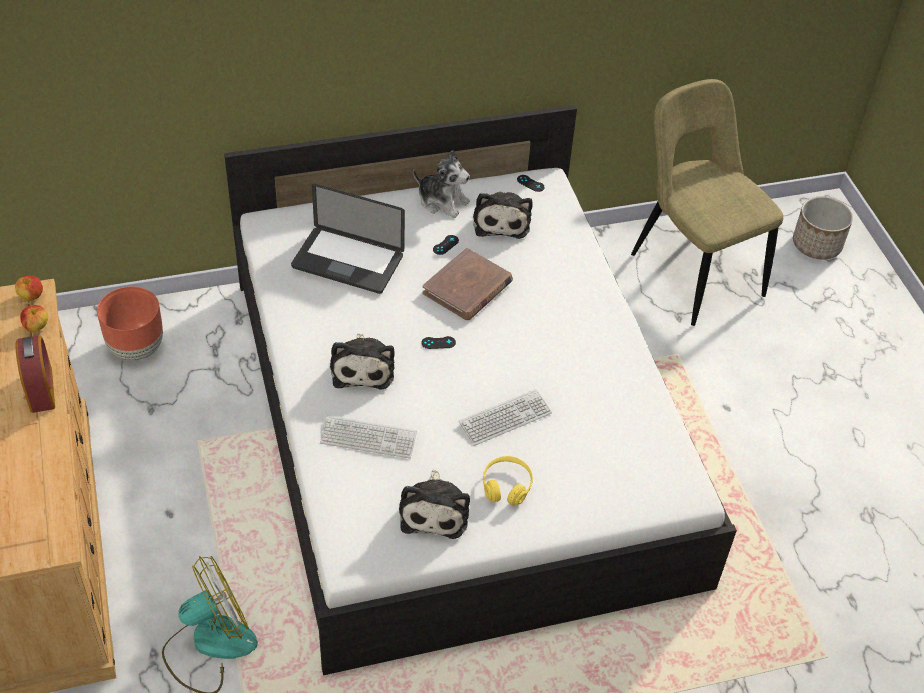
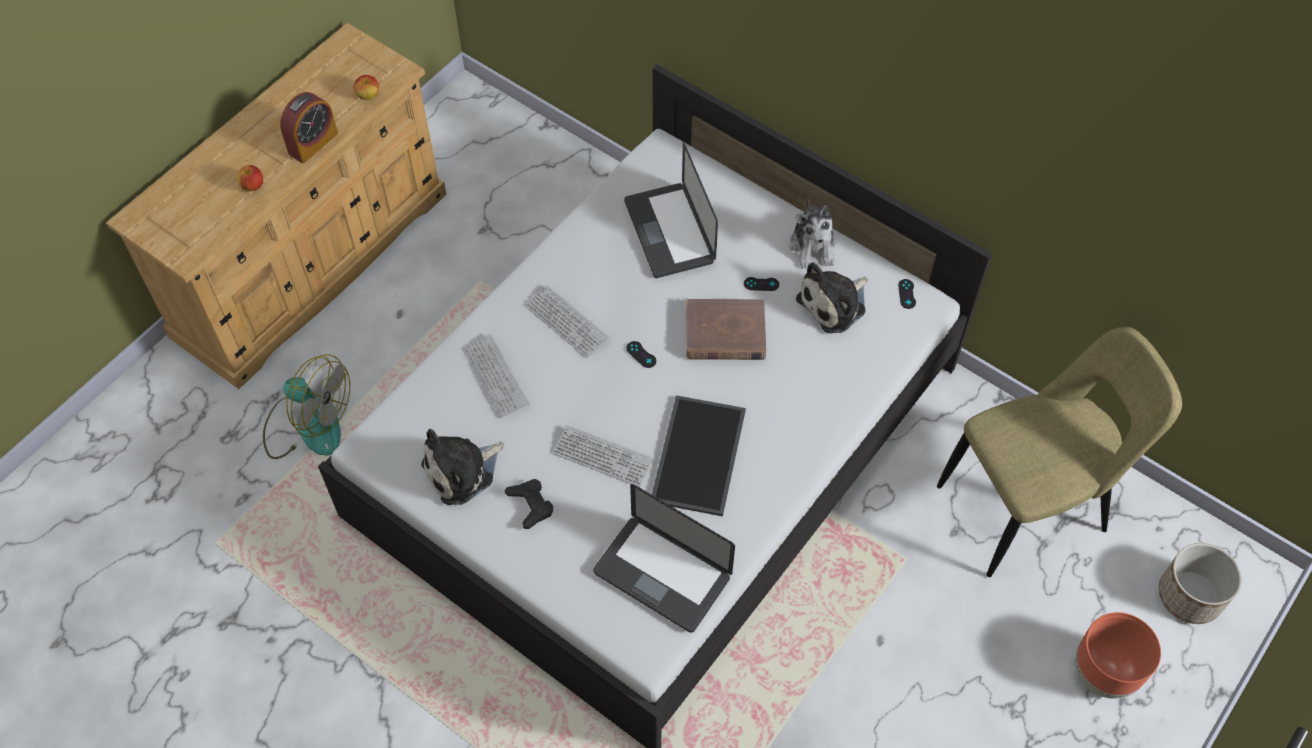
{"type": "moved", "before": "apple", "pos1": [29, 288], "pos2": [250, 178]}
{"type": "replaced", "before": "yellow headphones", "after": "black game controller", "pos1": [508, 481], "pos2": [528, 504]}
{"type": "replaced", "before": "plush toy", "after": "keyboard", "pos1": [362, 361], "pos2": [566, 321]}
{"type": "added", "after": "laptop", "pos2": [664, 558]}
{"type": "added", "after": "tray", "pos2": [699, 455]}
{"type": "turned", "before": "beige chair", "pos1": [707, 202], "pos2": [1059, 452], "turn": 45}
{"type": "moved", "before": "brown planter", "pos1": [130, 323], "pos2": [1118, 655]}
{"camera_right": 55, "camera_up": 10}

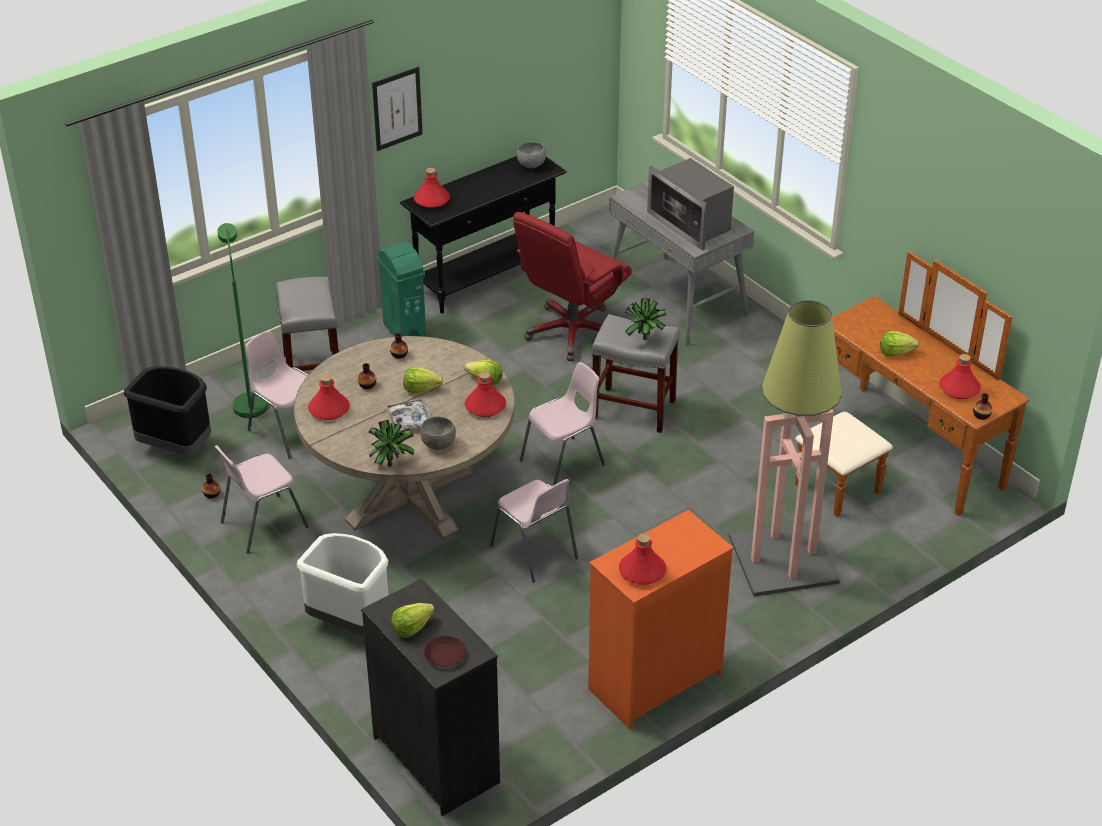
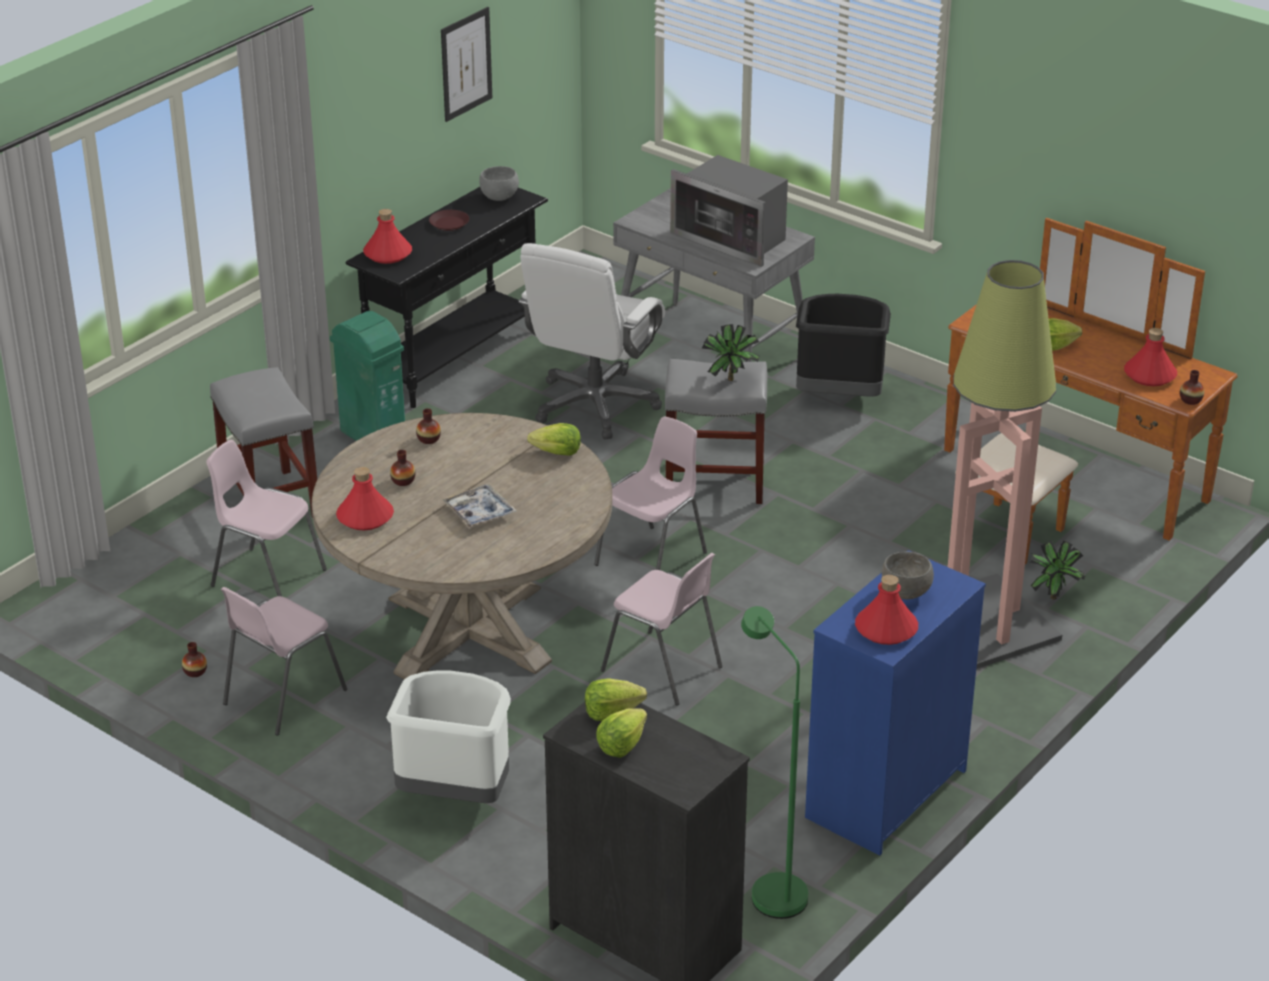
{"type": "moved", "before": "brown plate", "pos1": [445, 651], "pos2": [449, 220]}
{"type": "moved", "before": "picture", "pos1": [397, 109], "pos2": [466, 64]}
{"type": "recoloured", "before": "red office chair", "after": "white office chair", "pos1": [572, 286], "pos2": [591, 341]}
{"type": "moved", "before": "lettuce", "pos1": [423, 380], "pos2": [616, 699]}
{"type": "moved", "before": "green floor lamp", "pos1": [242, 320], "pos2": [774, 762]}
{"type": "moved", "before": "black trash can", "pos1": [167, 411], "pos2": [843, 345]}
{"type": "recoloured", "before": "orange dresser", "after": "blue dresser", "pos1": [661, 620], "pos2": [895, 703]}
{"type": "moved", "before": "grey bowl", "pos1": [438, 433], "pos2": [908, 575]}
{"type": "moved", "before": "potted plant", "pos1": [391, 443], "pos2": [1057, 569]}
{"type": "removed", "before": "red bottle", "pos1": [485, 394]}
{"camera_right": -15, "camera_up": -5}

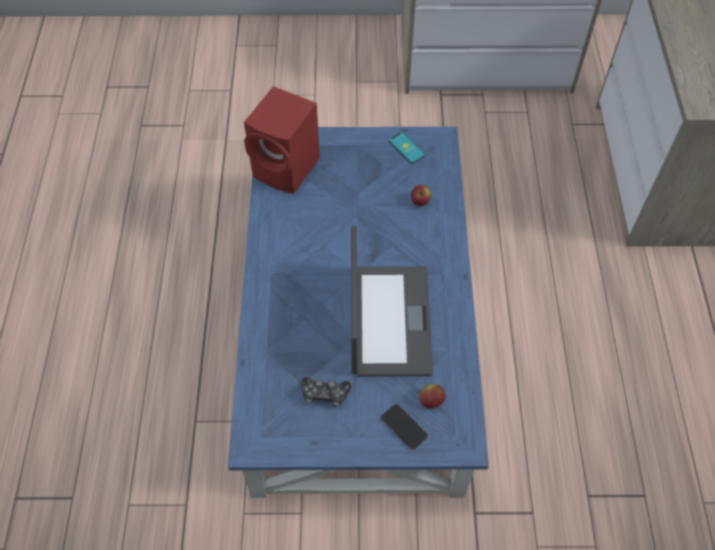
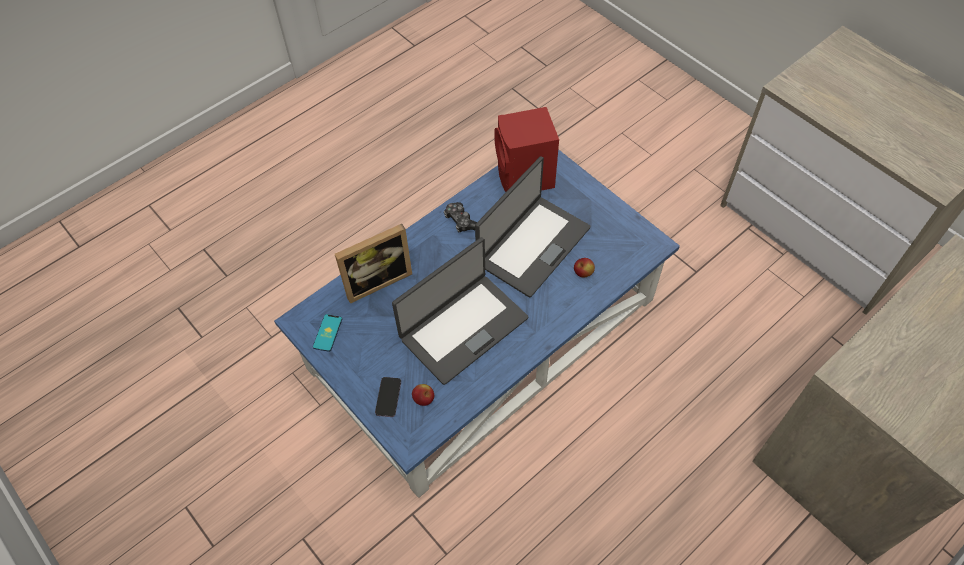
{"type": "moved", "before": "phone", "pos1": [407, 148], "pos2": [327, 333]}
{"type": "added", "after": "picture frame", "pos2": [373, 264]}
{"type": "moved", "before": "game controller", "pos1": [326, 392], "pos2": [460, 217]}
{"type": "added", "after": "laptop", "pos2": [533, 227]}
{"camera_right": 50, "camera_up": 0}

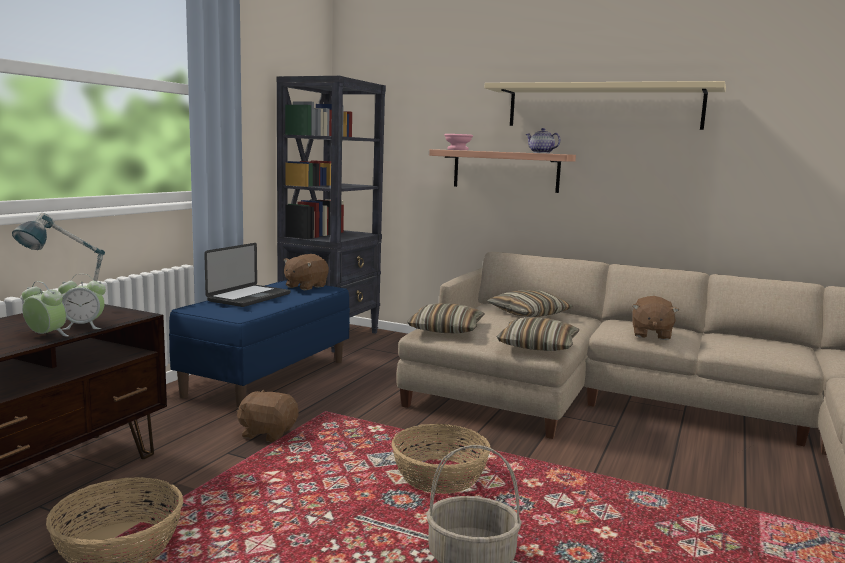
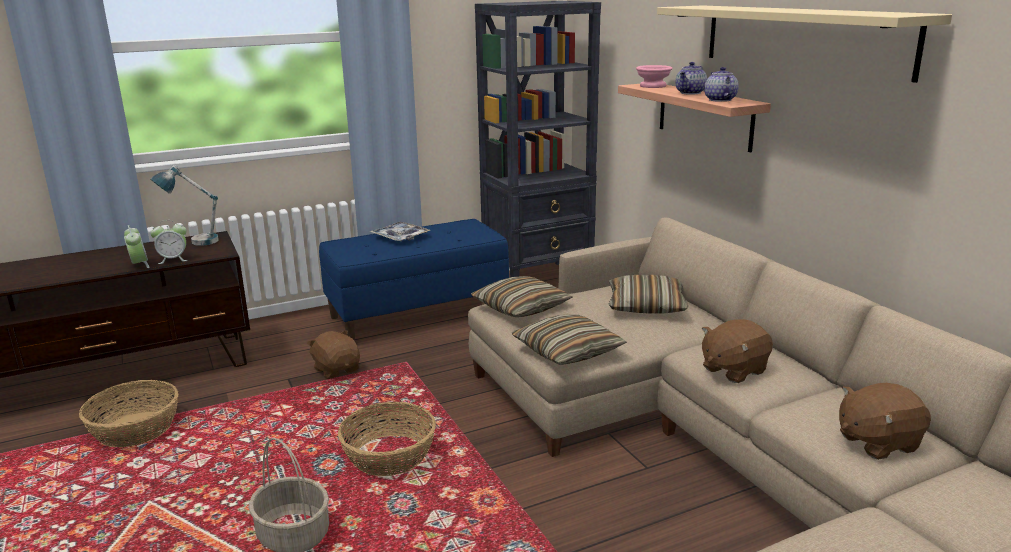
{"type": "turned", "before": "alarm clock", "pos1": [82, 302], "pos2": [169, 242], "turn": -45}
{"type": "replaced", "before": "laptop", "after": "tray", "pos1": [247, 275], "pos2": [400, 231]}
{"type": "added", "after": "teapot", "pos2": [691, 78]}
{"type": "moved", "before": "brown plush toy", "pos1": [306, 272], "pos2": [885, 421]}
{"camera_right": 40, "camera_up": 10}

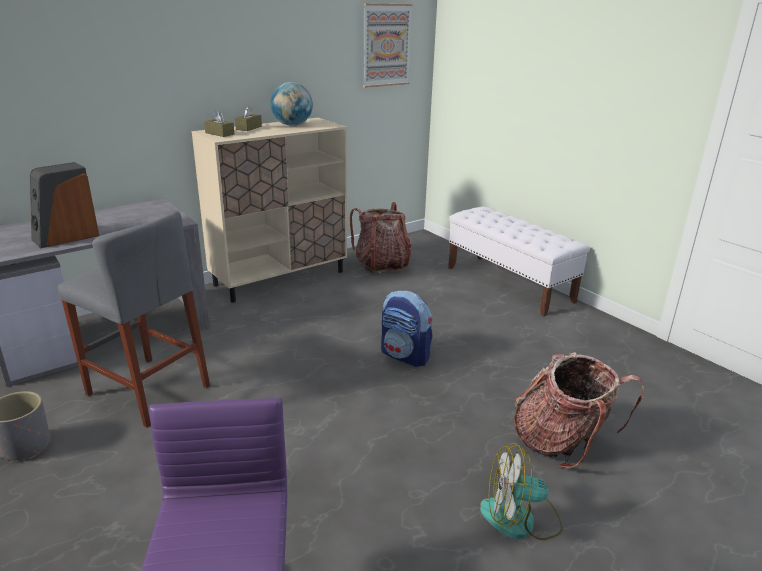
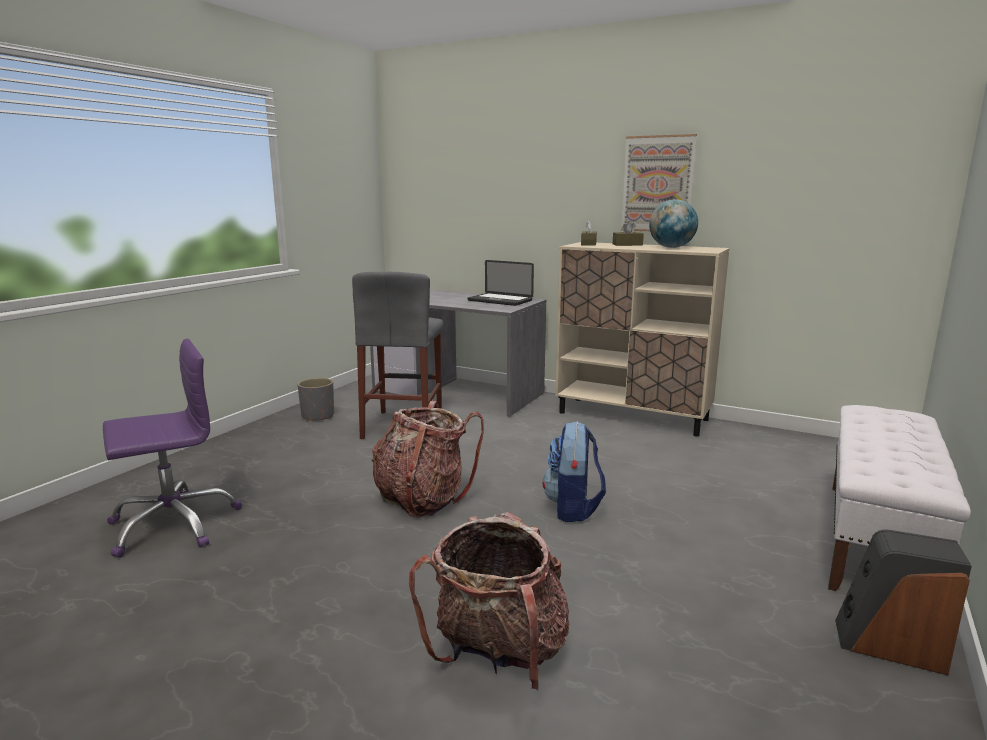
{"type": "moved", "before": "backpack", "pos1": [380, 238], "pos2": [427, 459]}
{"type": "added", "after": "laptop", "pos2": [501, 283]}
{"type": "moved", "before": "picture", "pos1": [387, 45], "pos2": [659, 182]}
{"type": "moved", "before": "speaker", "pos1": [65, 205], "pos2": [903, 602]}
{"type": "removed", "before": "fan", "pos1": [521, 491]}
{"camera_right": 65, "camera_up": -10}

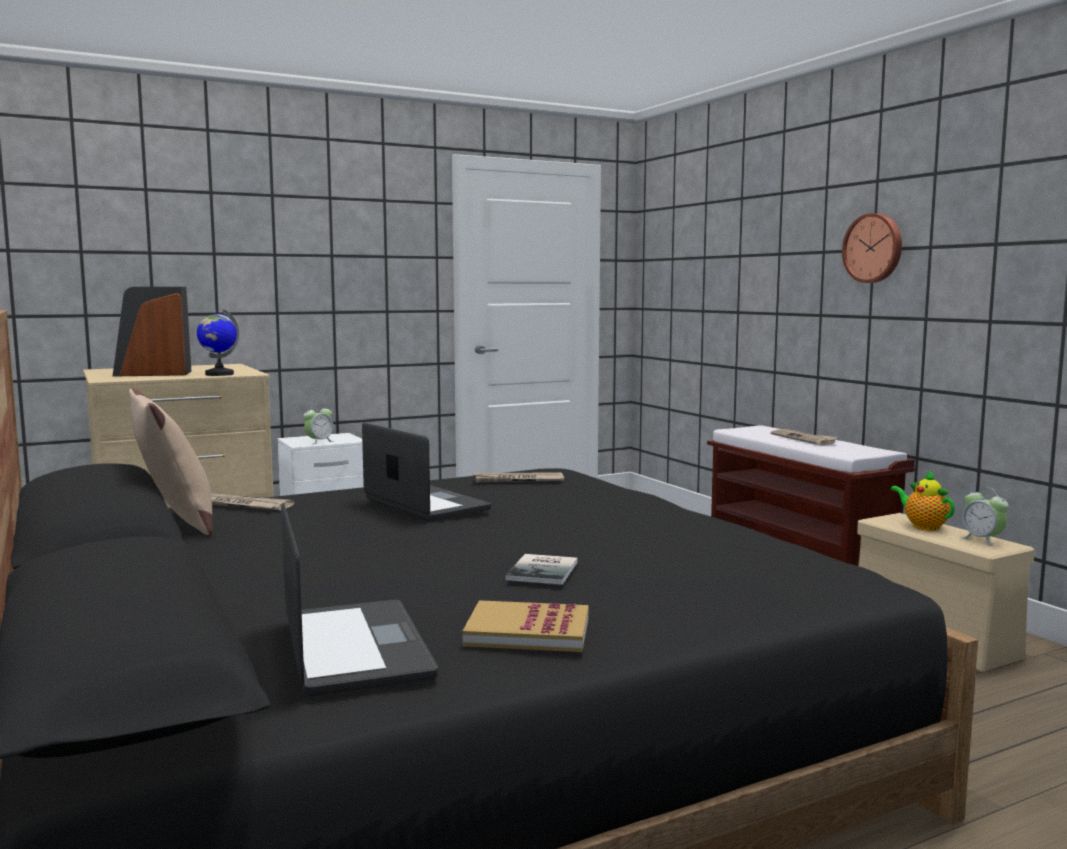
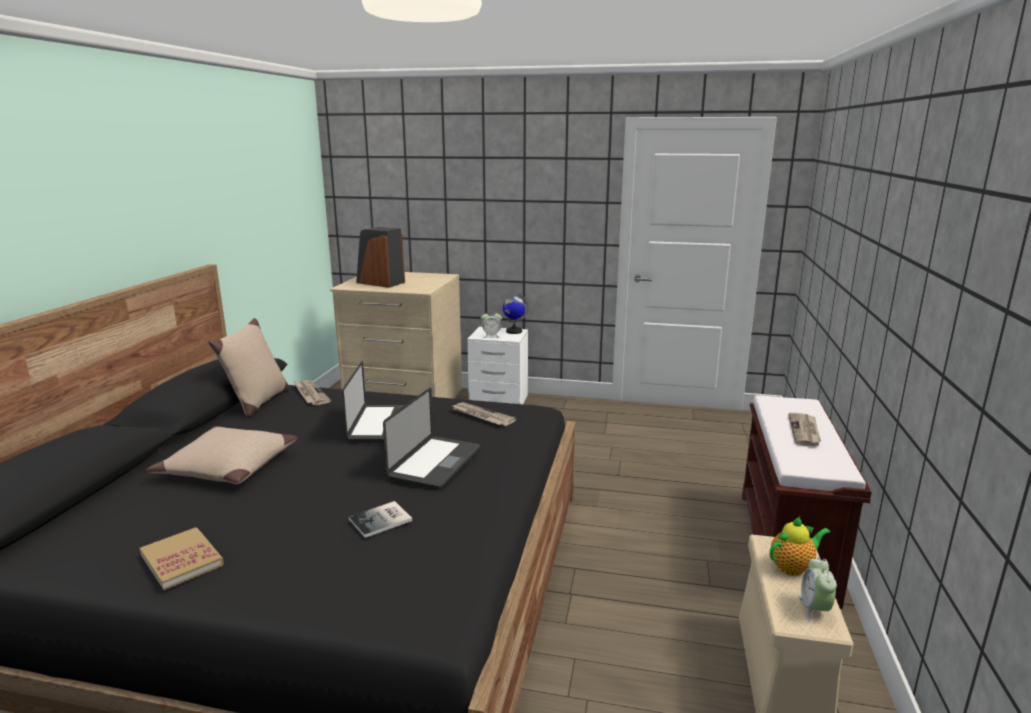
{"type": "added", "after": "beige pillow", "pos2": [222, 455]}
{"type": "moved", "before": "book", "pos1": [541, 569], "pos2": [380, 519]}
{"type": "moved", "before": "laptop", "pos1": [359, 599], "pos2": [431, 438]}
{"type": "moved", "before": "globe", "pos1": [218, 342], "pos2": [516, 314]}
{"type": "turned", "before": "teapot", "pos1": [923, 501], "pos2": [800, 546], "turn": 60}
{"type": "removed", "before": "wall clock", "pos1": [872, 248]}
{"camera_right": 40, "camera_up": 10}

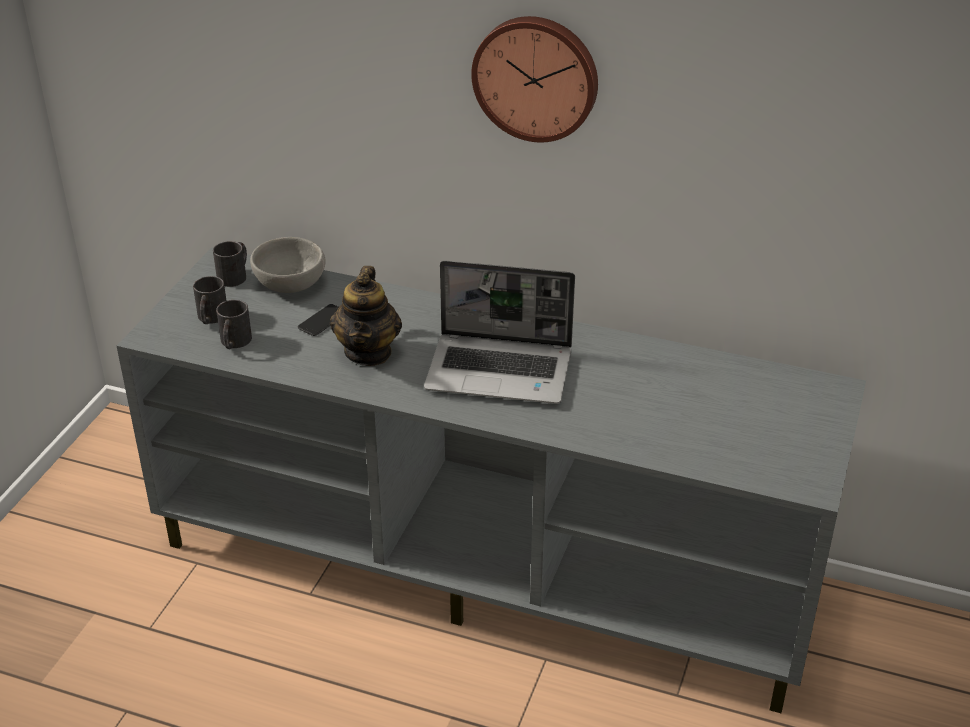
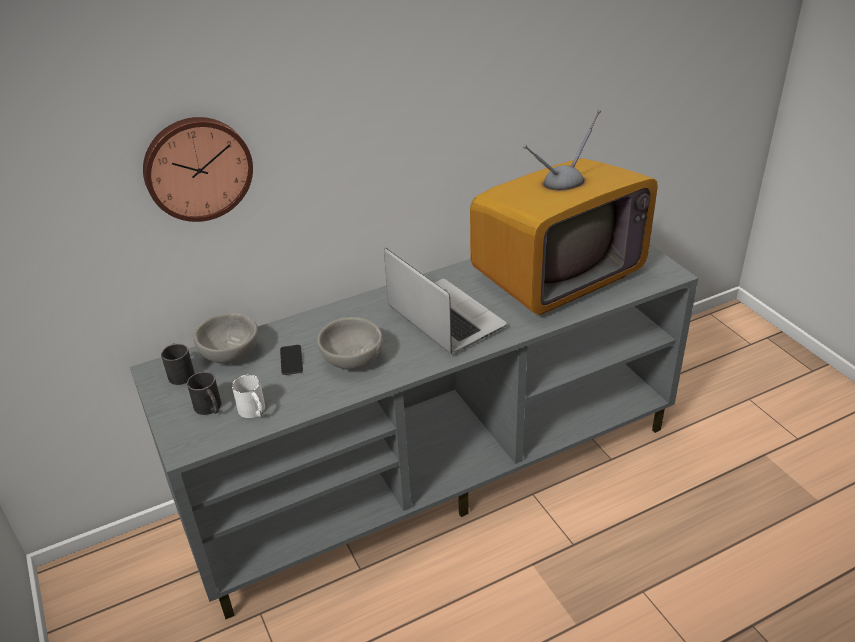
{"type": "moved", "before": "wall clock", "pos1": [534, 79], "pos2": [198, 169]}
{"type": "recoloured", "before": "black mug", "after": "white mug", "pos1": [234, 324], "pos2": [248, 396]}
{"type": "replaced", "before": "teapot", "after": "grey bowl", "pos1": [366, 316], "pos2": [350, 343]}
{"type": "turned", "before": "laptop", "pos1": [499, 332], "pos2": [445, 301], "turn": -90}
{"type": "added", "after": "television", "pos2": [564, 212]}
{"camera_right": -45, "camera_up": 0}

